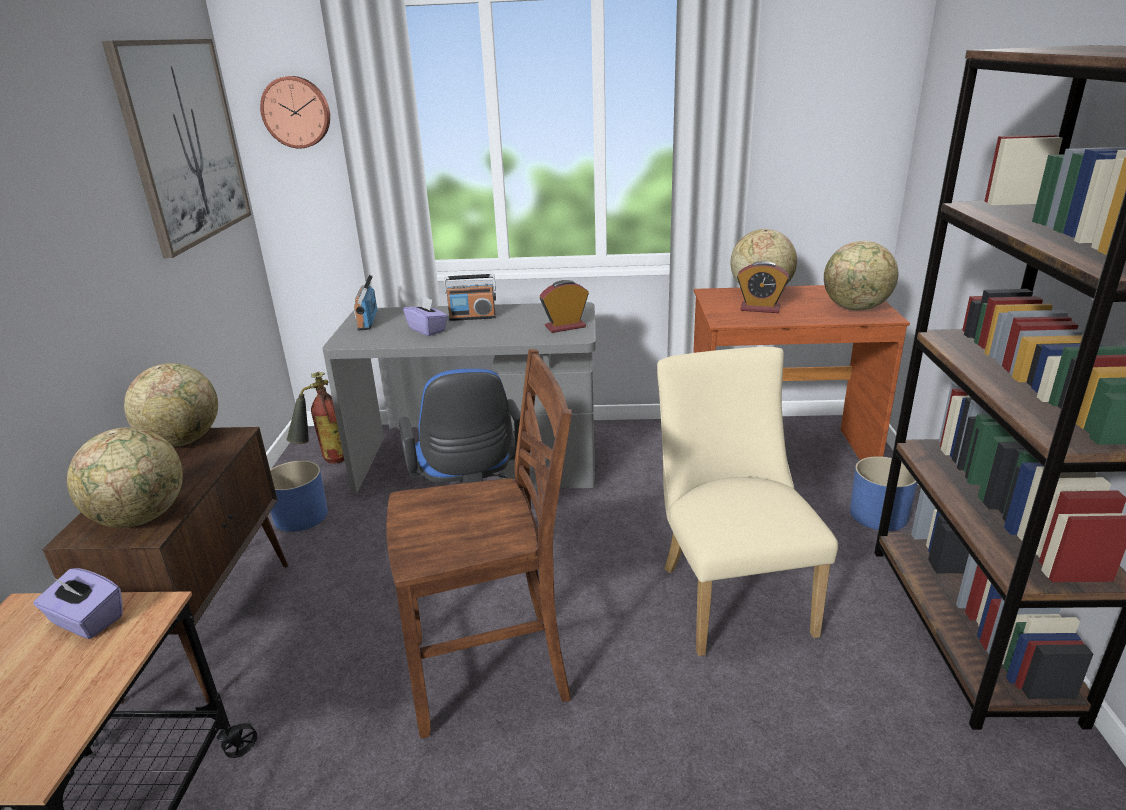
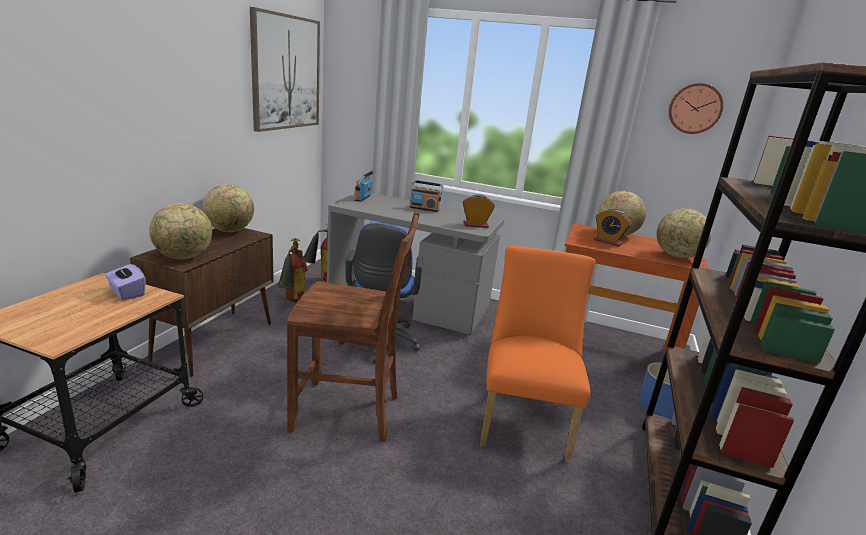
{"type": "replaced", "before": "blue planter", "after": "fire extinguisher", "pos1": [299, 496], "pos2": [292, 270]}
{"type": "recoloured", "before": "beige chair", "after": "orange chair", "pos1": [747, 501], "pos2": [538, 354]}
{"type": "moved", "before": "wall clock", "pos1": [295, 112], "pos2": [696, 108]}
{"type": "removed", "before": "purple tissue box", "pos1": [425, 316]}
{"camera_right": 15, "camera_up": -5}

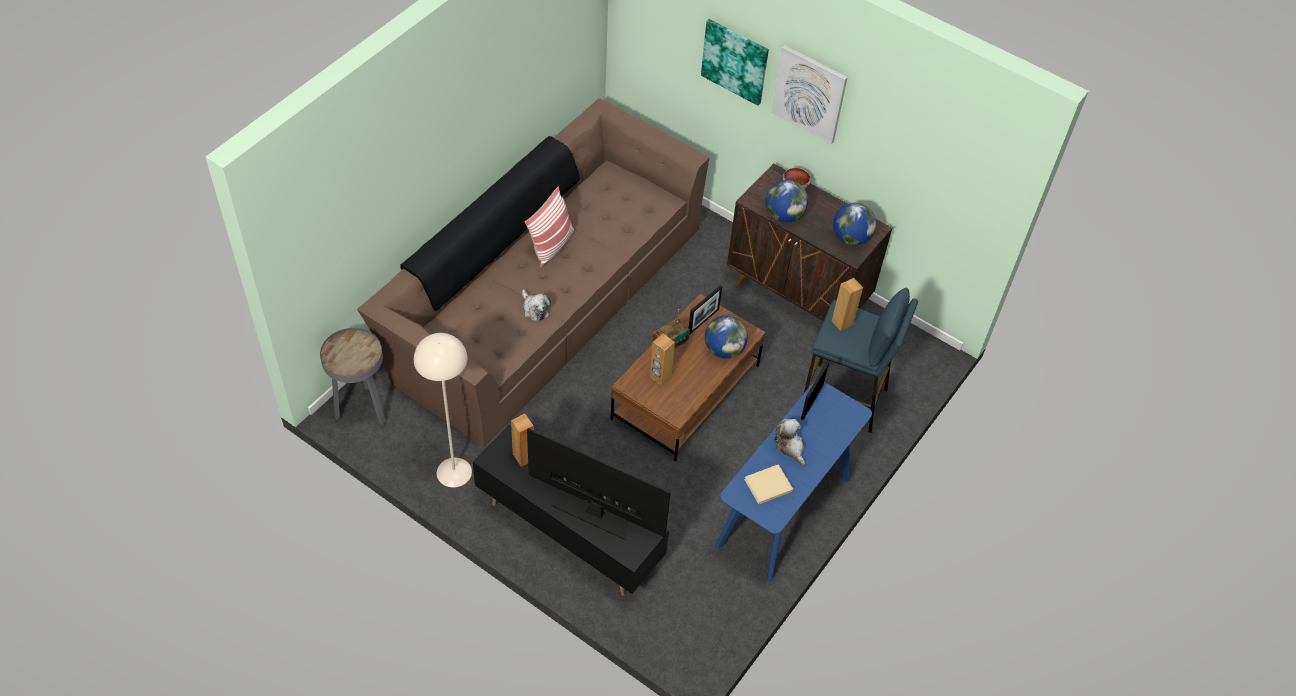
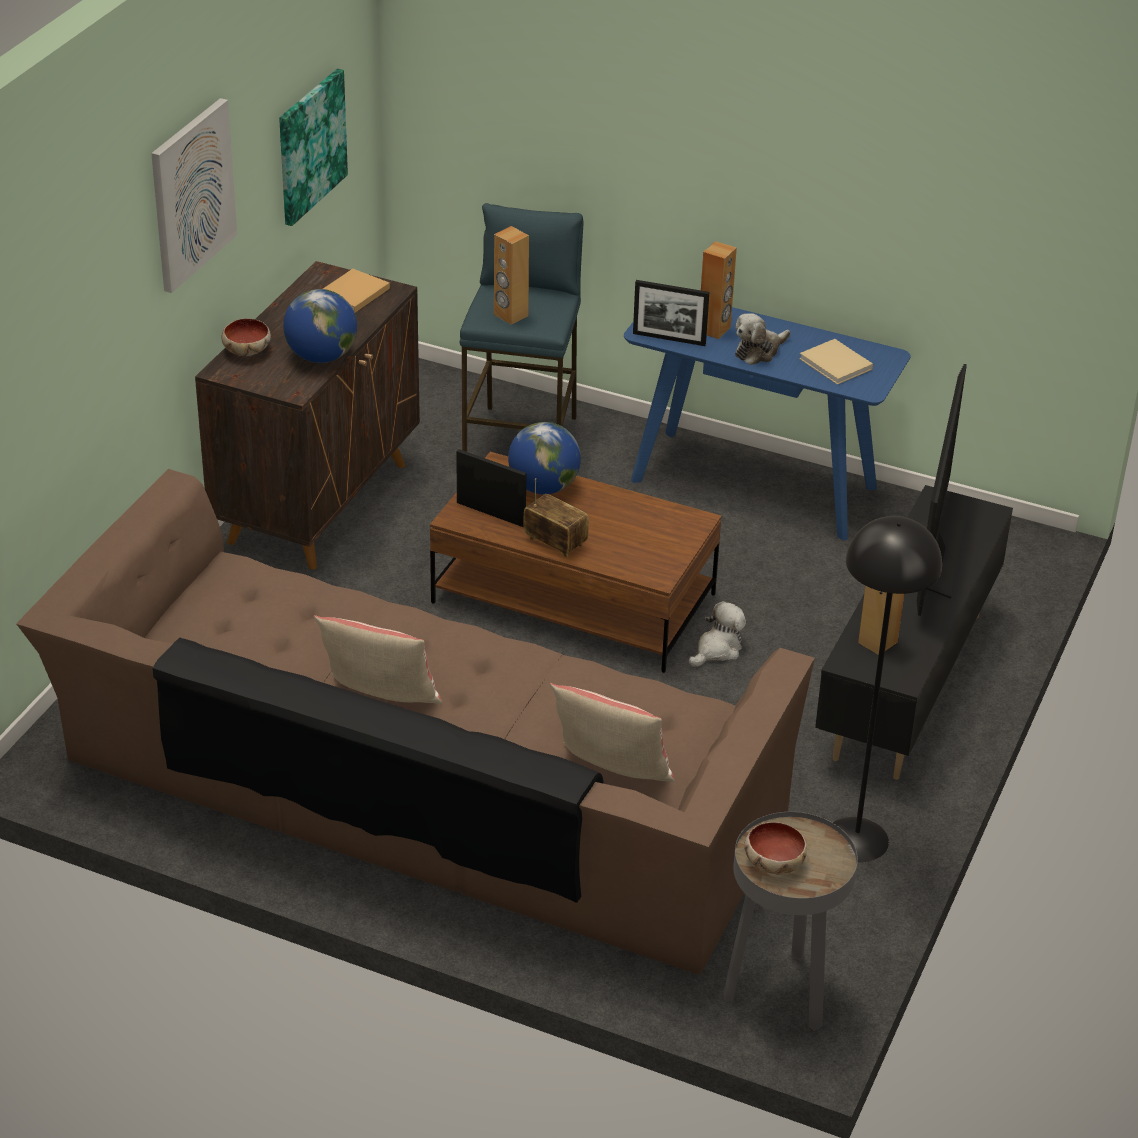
{"type": "moved", "before": "picture", "pos1": [735, 62], "pos2": [313, 147]}
{"type": "replaced", "before": "globe", "after": "beige book", "pos1": [854, 224], "pos2": [356, 290]}
{"type": "added", "after": "pillow", "pos2": [612, 732]}
{"type": "moved", "before": "plush toy", "pos1": [536, 305], "pos2": [717, 634]}
{"type": "moved", "before": "brown speaker", "pos1": [662, 359], "pos2": [719, 290]}
{"type": "added", "after": "bowl", "pos2": [775, 848]}
{"type": "recoloured", "before": "beige floor lamp", "after": "black floor lamp", "pos1": [443, 410], "pos2": [887, 689]}
{"camera_right": -100, "camera_up": -15}

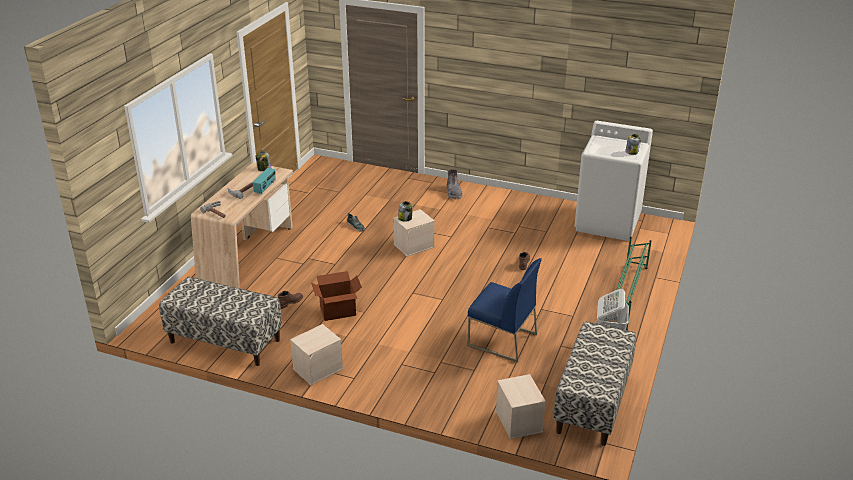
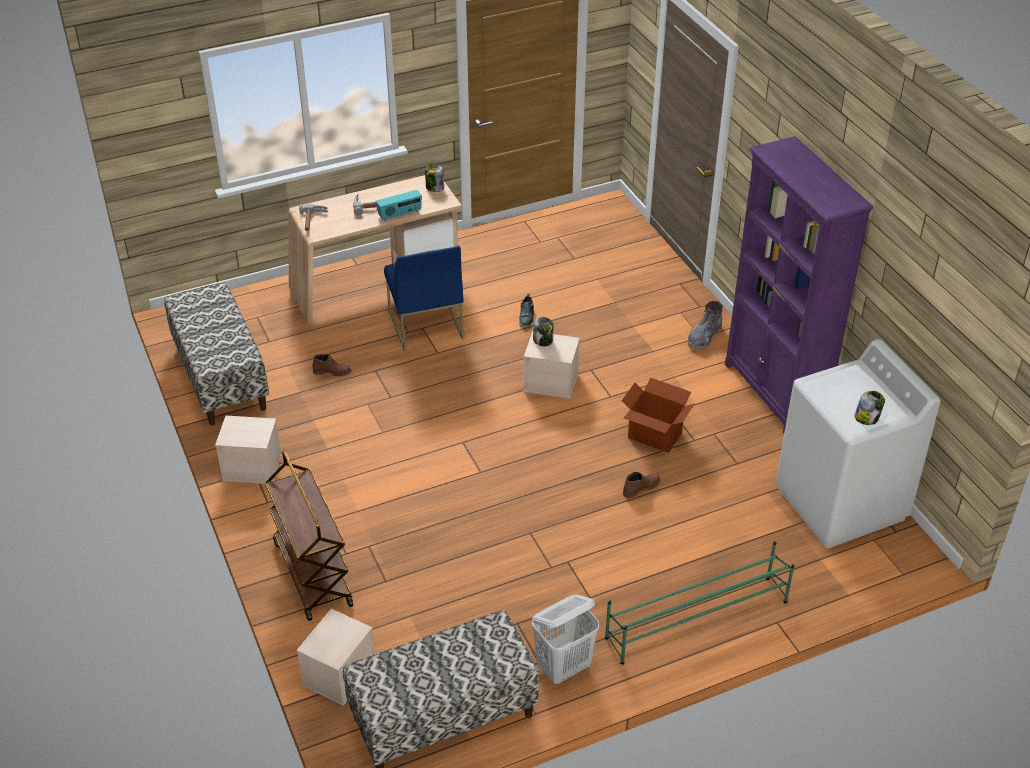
{"type": "added", "after": "brown cart", "pos2": [309, 535]}
{"type": "moved", "before": "blue chair", "pos1": [505, 310], "pos2": [424, 298]}
{"type": "moved", "before": "cardboard box", "pos1": [336, 296], "pos2": [657, 415]}
{"type": "added", "after": "purple bookcase", "pos2": [799, 284]}
{"camera_right": 45, "camera_up": 10}

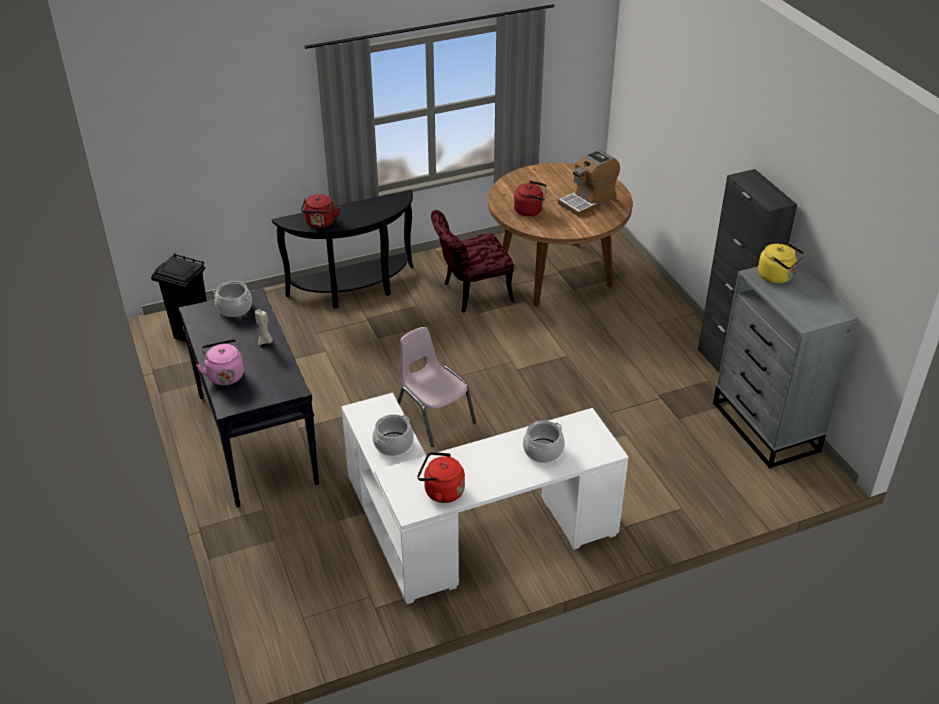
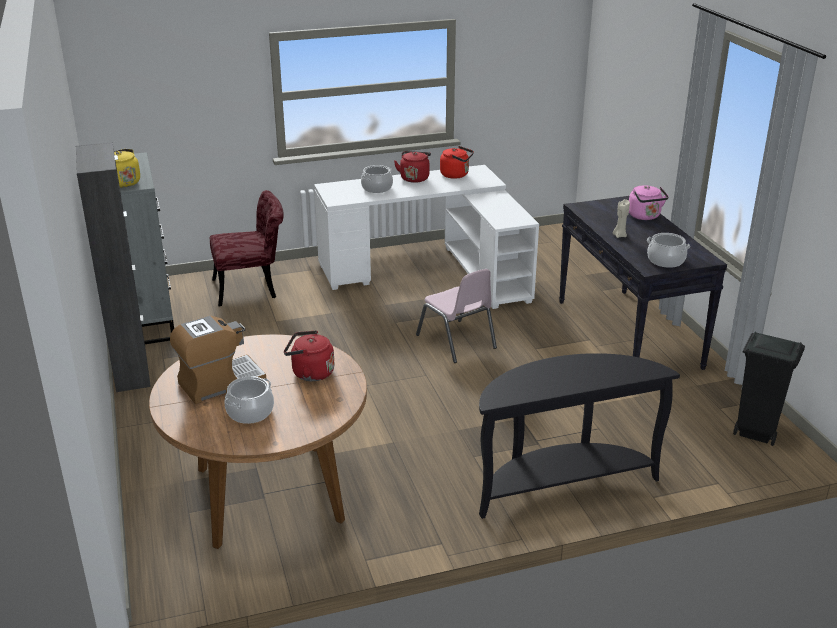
{"type": "moved", "before": "red chair", "pos1": [473, 261], "pos2": [247, 248]}
{"type": "moved", "before": "cooking pot", "pos1": [393, 435], "pos2": [249, 400]}
{"type": "moved", "before": "red kettle", "pos1": [321, 211], "pos2": [412, 167]}
{"camera_right": -175, "camera_up": -10}

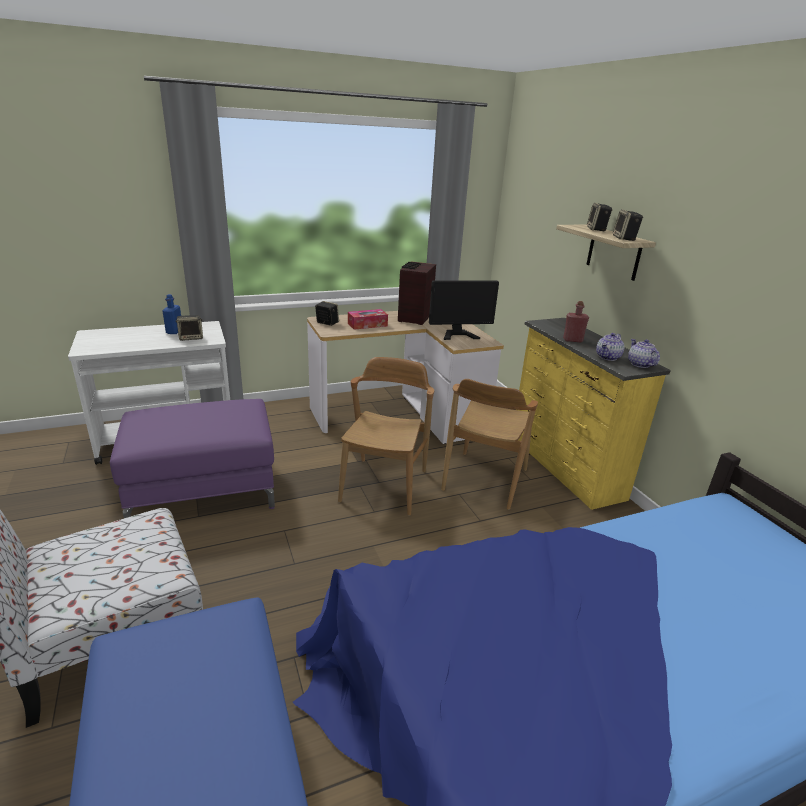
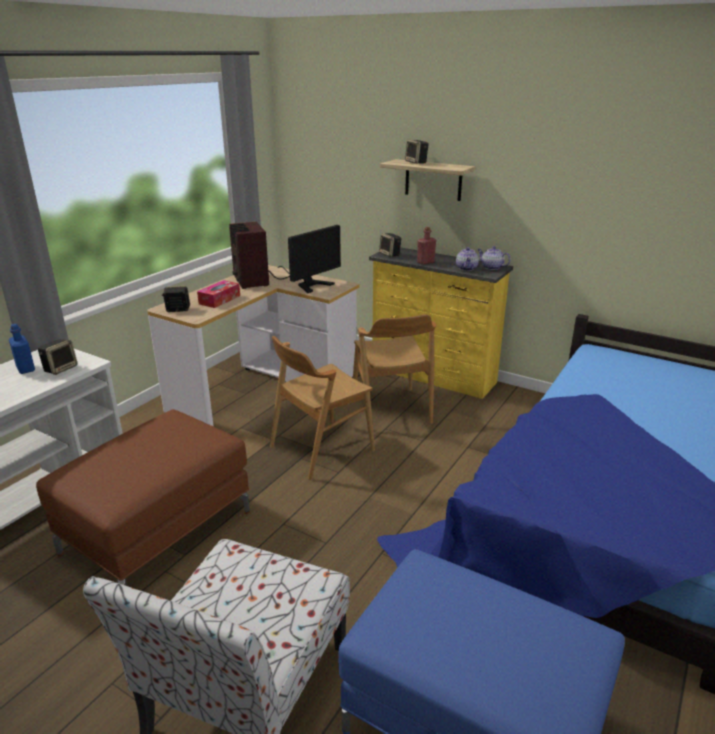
{"type": "recoloured", "before": "purple ottoman", "after": "brown ottoman", "pos1": [192, 458], "pos2": [143, 497]}
{"type": "turned", "before": "brown chair", "pos1": [386, 436], "pos2": [322, 408], "turn": -105}
{"type": "moved", "before": "speaker", "pos1": [628, 225], "pos2": [390, 245]}
{"camera_right": -35, "camera_up": 0}

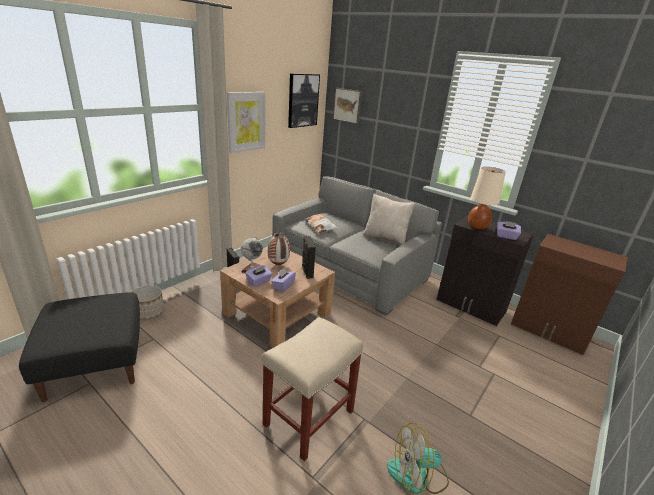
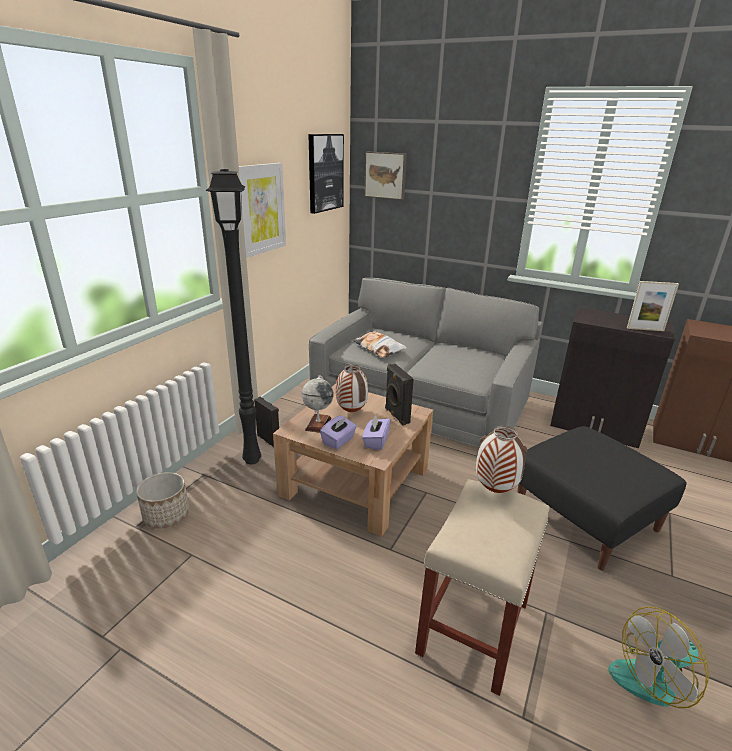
{"type": "added", "after": "black floor lamp", "pos2": [233, 316]}
{"type": "added", "after": "vase", "pos2": [502, 459]}
{"type": "moved", "before": "black ottoman", "pos1": [79, 347], "pos2": [602, 498]}
{"type": "replaced", "before": "purple tissue box", "after": "picture frame", "pos1": [509, 230], "pos2": [653, 306]}
{"type": "removed", "before": "beige pillow", "pos1": [389, 219]}
{"type": "removed", "before": "beige table lamp", "pos1": [487, 198]}
{"camera_right": -10, "camera_up": 0}

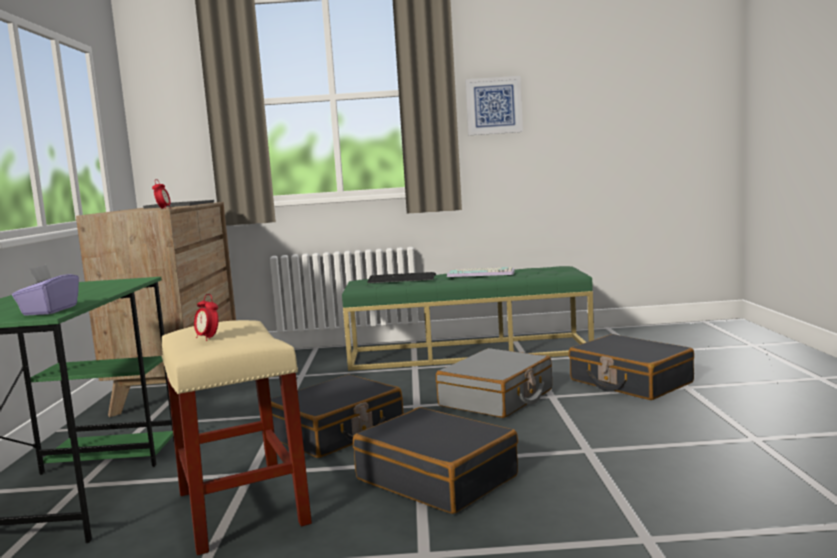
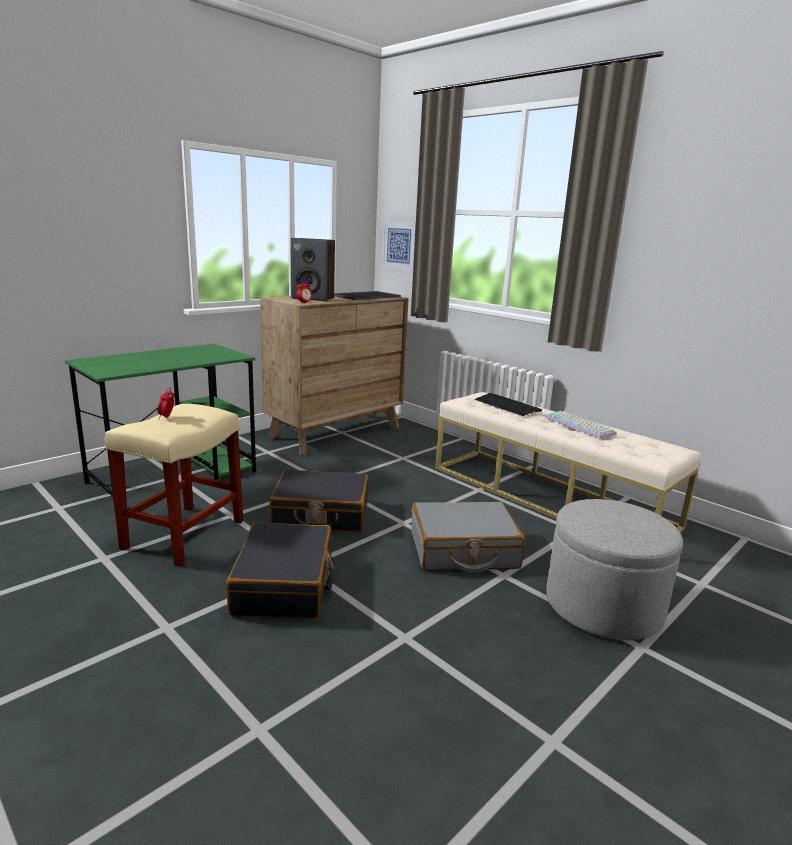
{"type": "added", "after": "speaker", "pos2": [313, 269]}
{"type": "moved", "before": "picture", "pos1": [494, 105], "pos2": [399, 245]}
{"type": "recoloured", "before": "green bench", "after": "beige bench", "pos1": [468, 318], "pos2": [568, 462]}
{"type": "replaced", "before": "black suitcase", "after": "grey ottoman", "pos1": [631, 367], "pos2": [614, 569]}
{"type": "removed", "before": "purple tissue box", "pos1": [45, 290]}
{"camera_right": 45, "camera_up": 10}

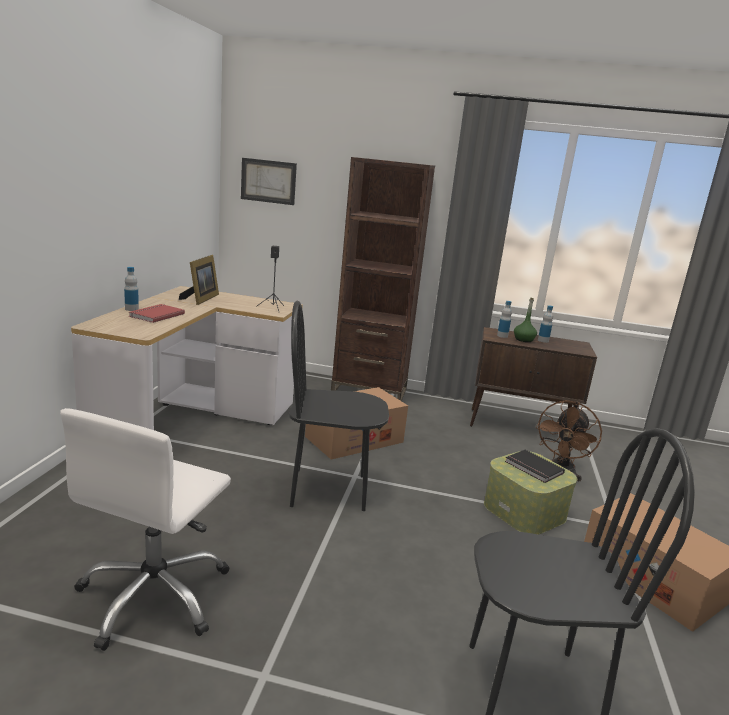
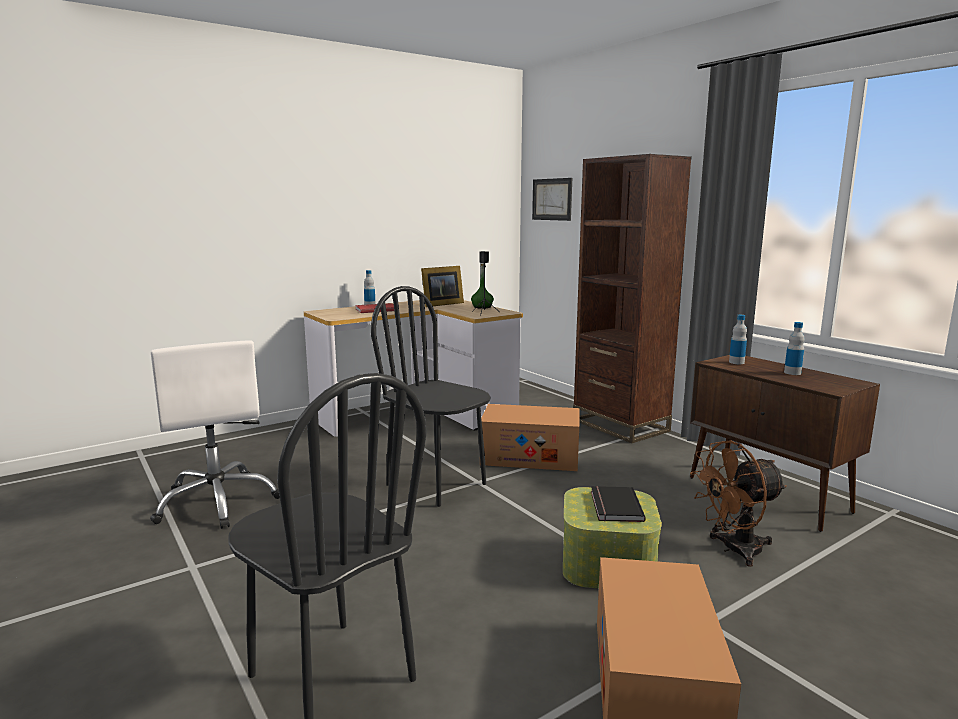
{"type": "turned", "before": "white office chair", "pos1": [145, 529], "pos2": [215, 434], "turn": -90}
{"type": "moved", "before": "green bottle", "pos1": [525, 319], "pos2": [482, 286]}
{"camera_right": 45, "camera_up": -5}

